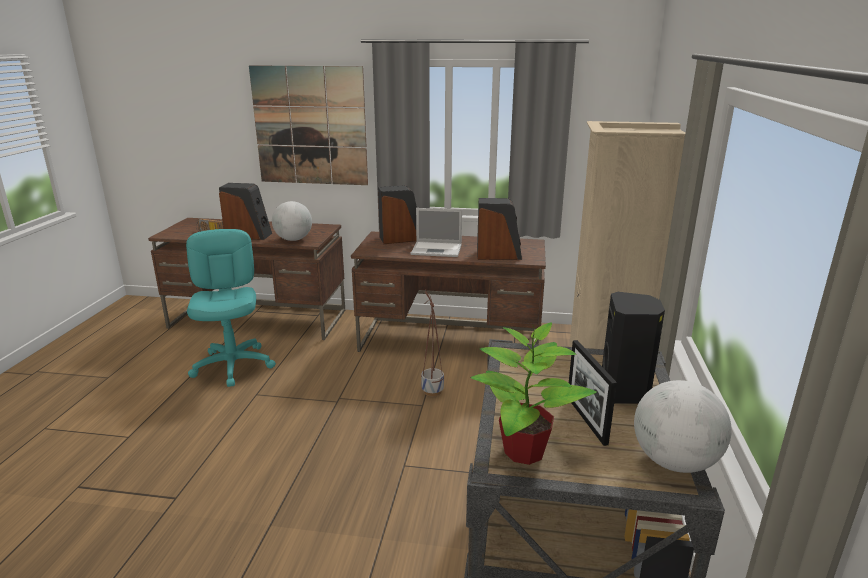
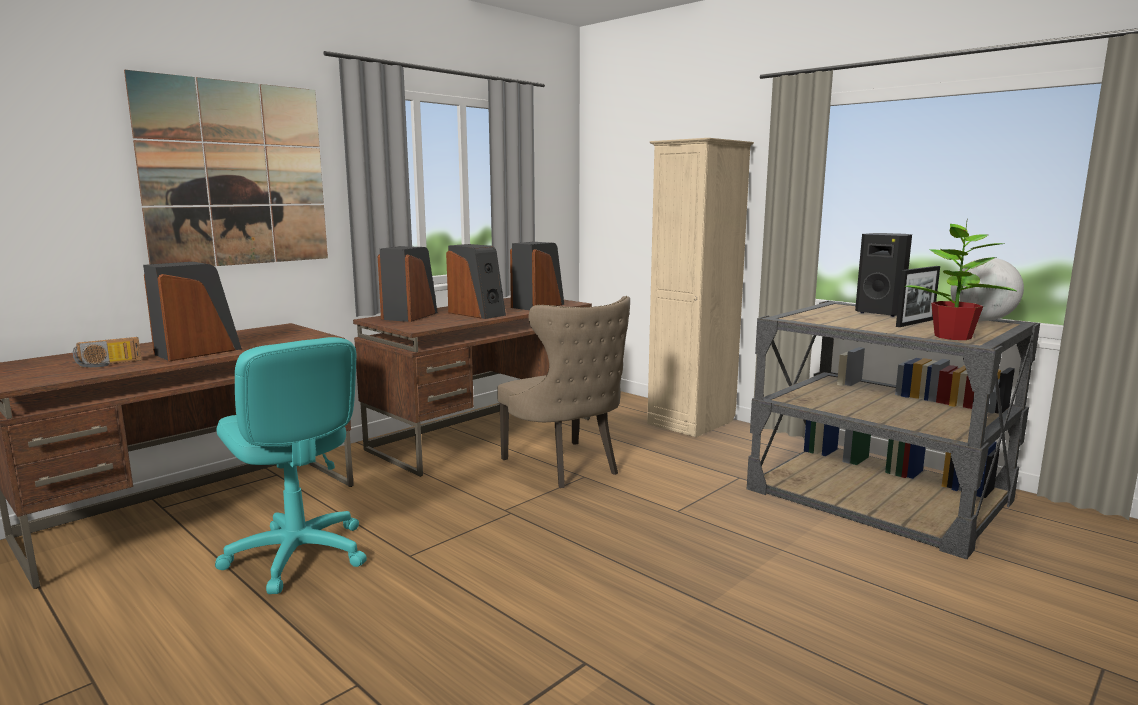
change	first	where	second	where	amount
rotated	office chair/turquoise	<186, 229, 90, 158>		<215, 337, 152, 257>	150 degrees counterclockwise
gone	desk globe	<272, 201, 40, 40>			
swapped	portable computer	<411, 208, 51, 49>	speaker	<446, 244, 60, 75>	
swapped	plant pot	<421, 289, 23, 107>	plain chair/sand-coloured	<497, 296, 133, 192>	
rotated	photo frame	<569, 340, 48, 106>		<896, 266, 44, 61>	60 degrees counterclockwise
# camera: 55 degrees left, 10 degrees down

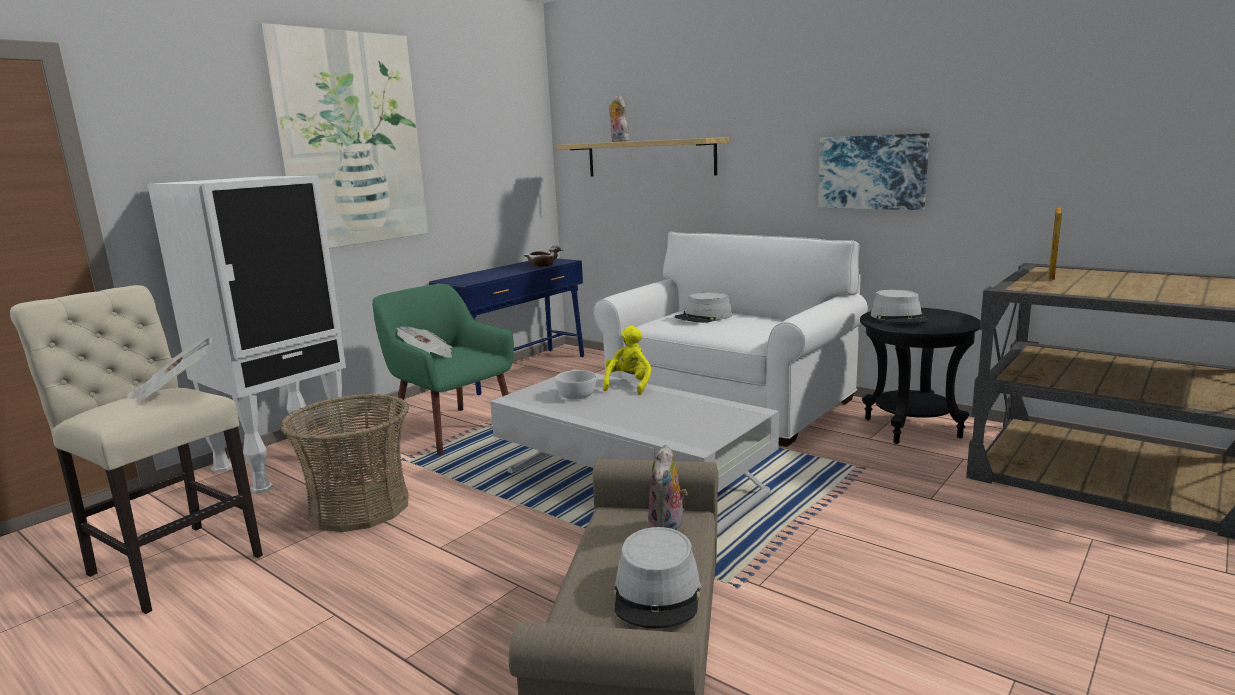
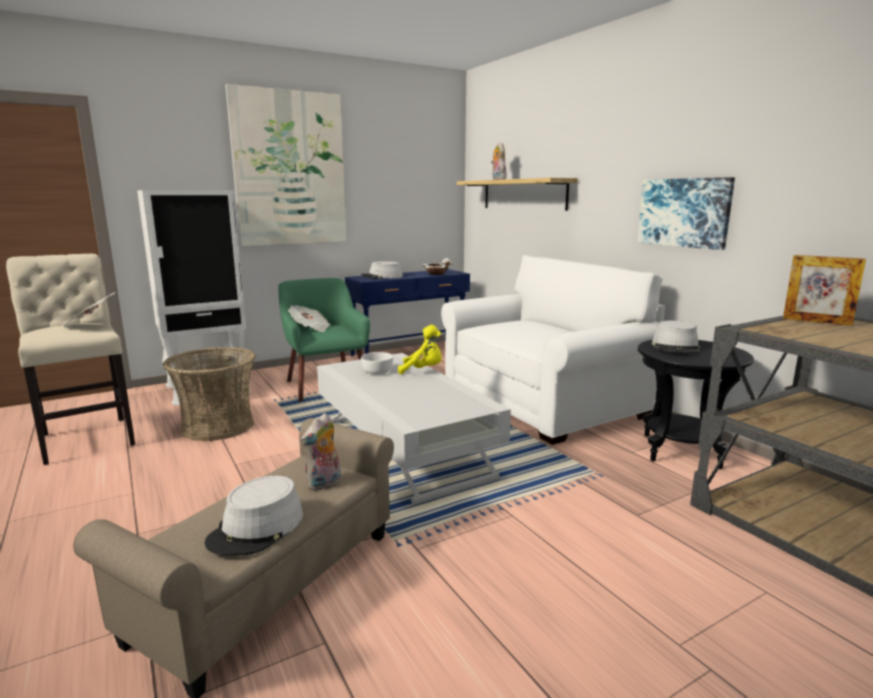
change	first	where	second	where	amount
rotated	cuddly toy/yellowish	<603, 326, 49, 69>		<398, 325, 44, 49>	60 degrees clockwise
shifted	hat/gray	<675, 292, 58, 31>		<361, 261, 42, 18>	
rotated	photo frame	<1049, 208, 13, 72>		<783, 255, 83, 71>	75 degrees clockwise
# camera: 20 degrees right, 0 degrees up

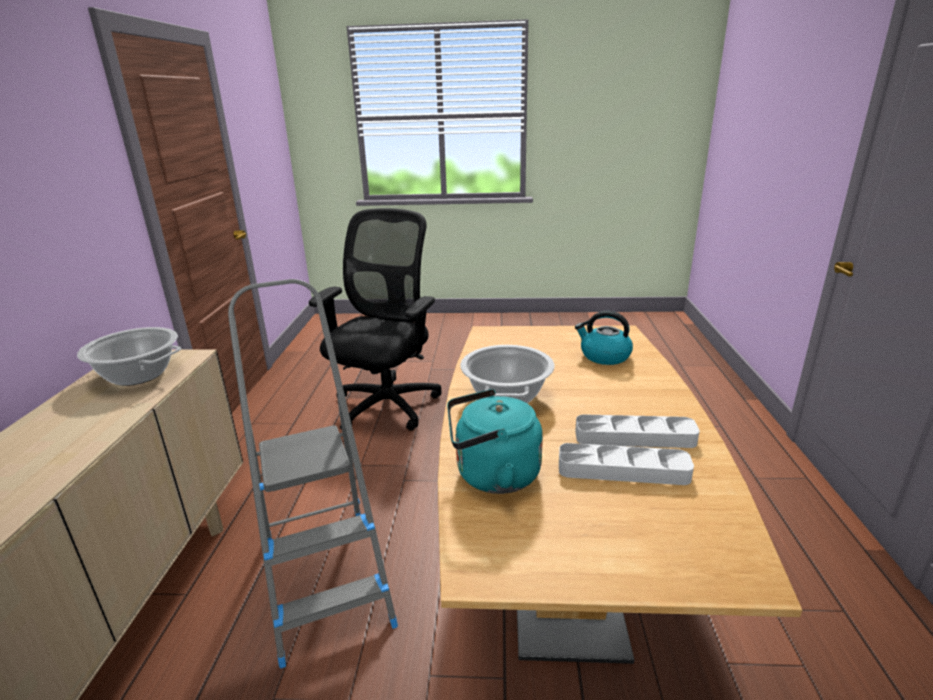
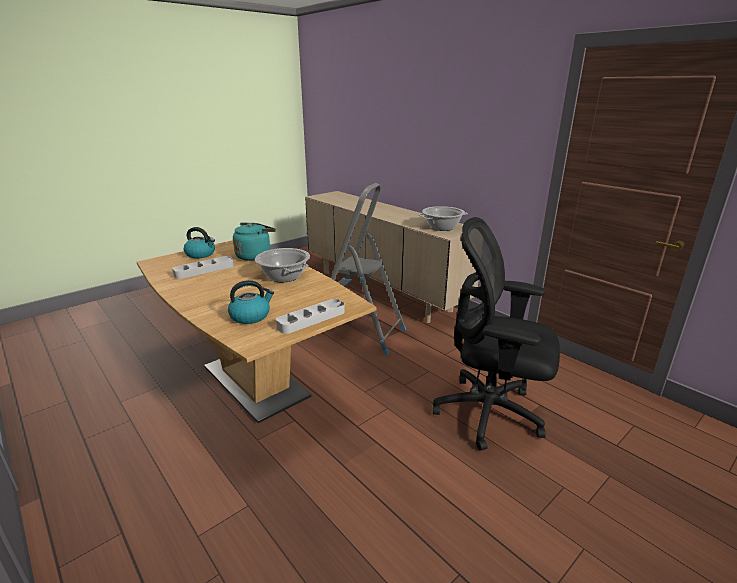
change	first	where	second	where	amount
rotated	office chair/blackish	<309, 208, 132, 223>		<433, 217, 127, 234>	135 degrees clockwise
shifted	serving tray/gray	<575, 414, 125, 34>		<276, 299, 69, 35>	
new			tea kettle	<184, 227, 31, 32>	
# camera: 135 degrees right, 0 degrees up

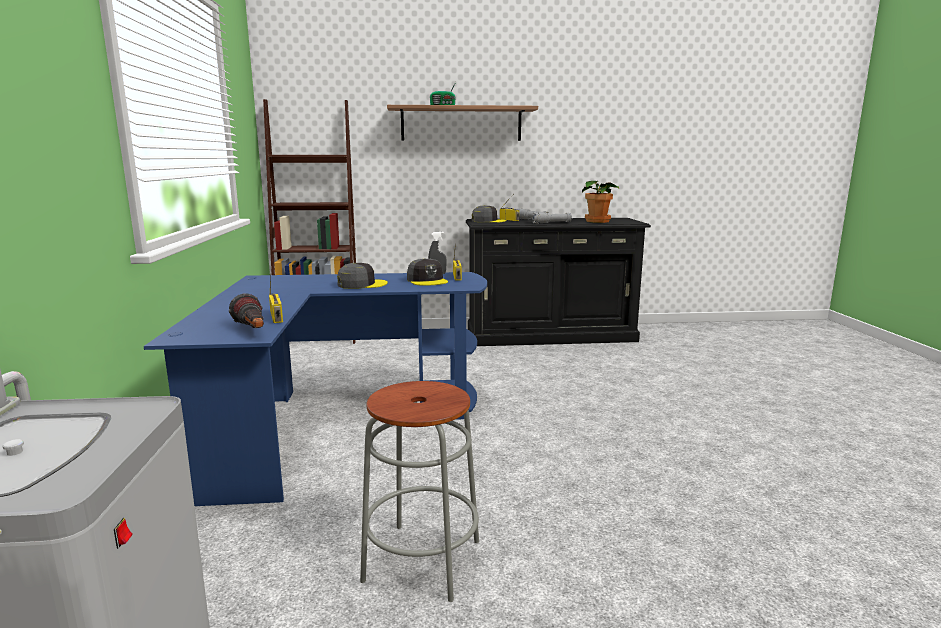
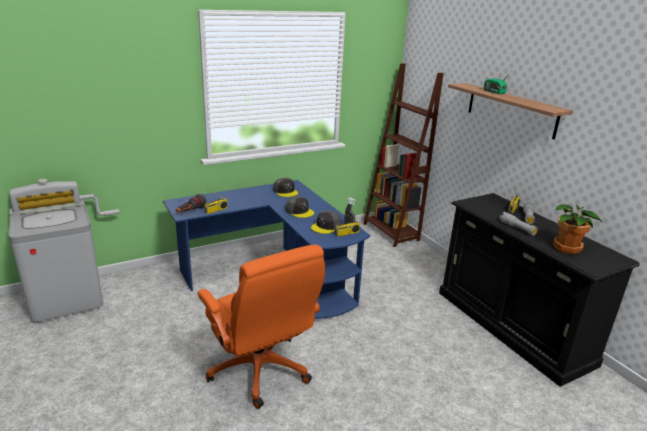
change	first	where	second	where	amount
gone	sitting stool/gray	<360, 381, 119, 221>			
shifted	peaked cap/gray	<472, 205, 35, 18>		<273, 178, 25, 19>	
new			office chair/orange	<198, 245, 127, 164>	
# camera: 65 degrees right, 10 degrees up

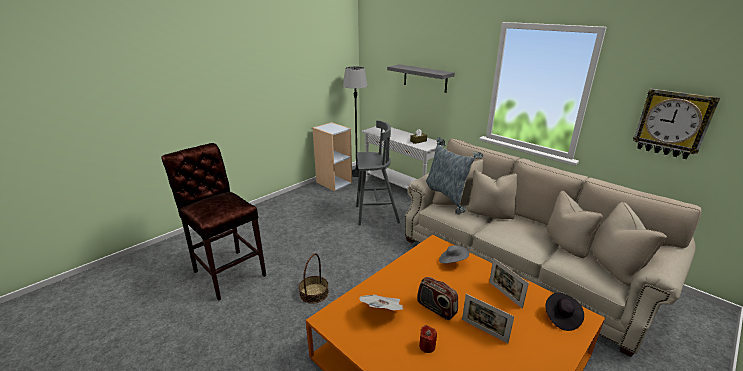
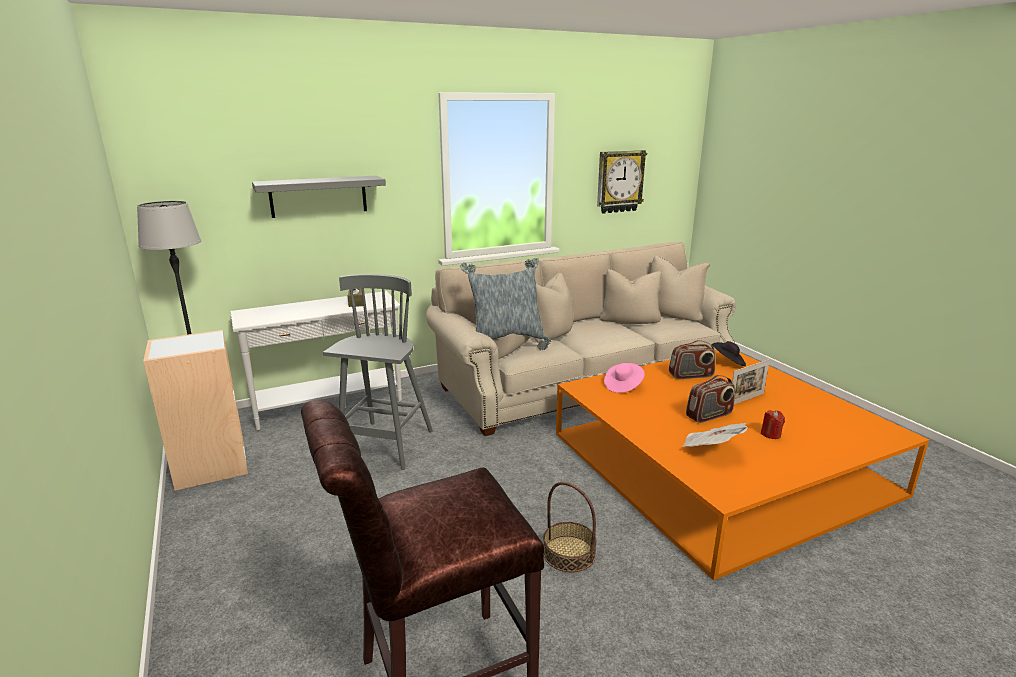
change	first	where	second	where	amount
repainted	hat/gray	<439, 245, 30, 19>	hat/pinkish	<604, 363, 41, 30>	
swapped	photo frame	<489, 258, 40, 51>	radio	<669, 340, 46, 39>	
# camera: 70 degrees left, 5 degrees down

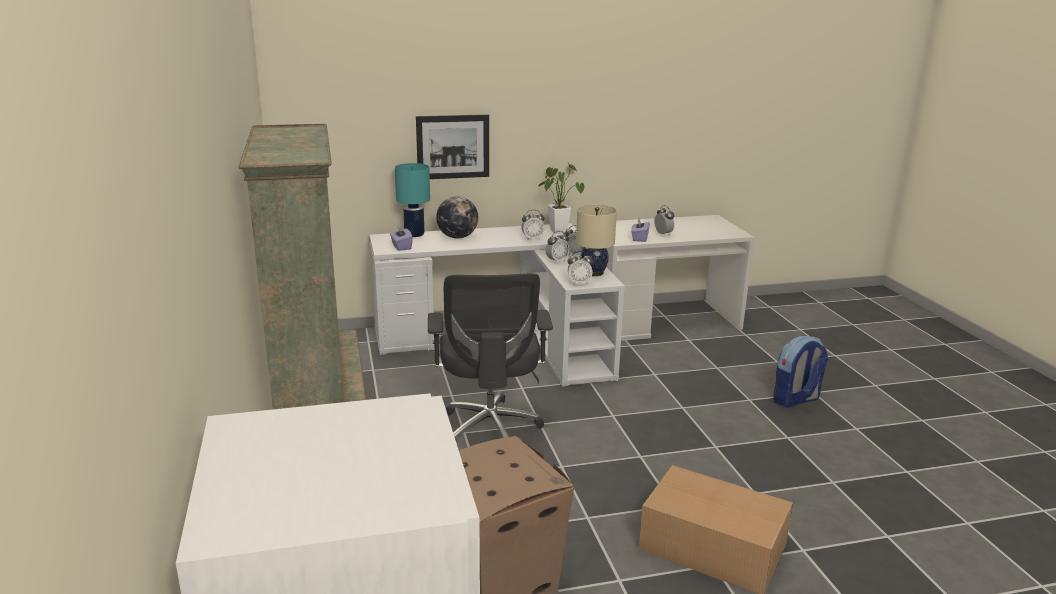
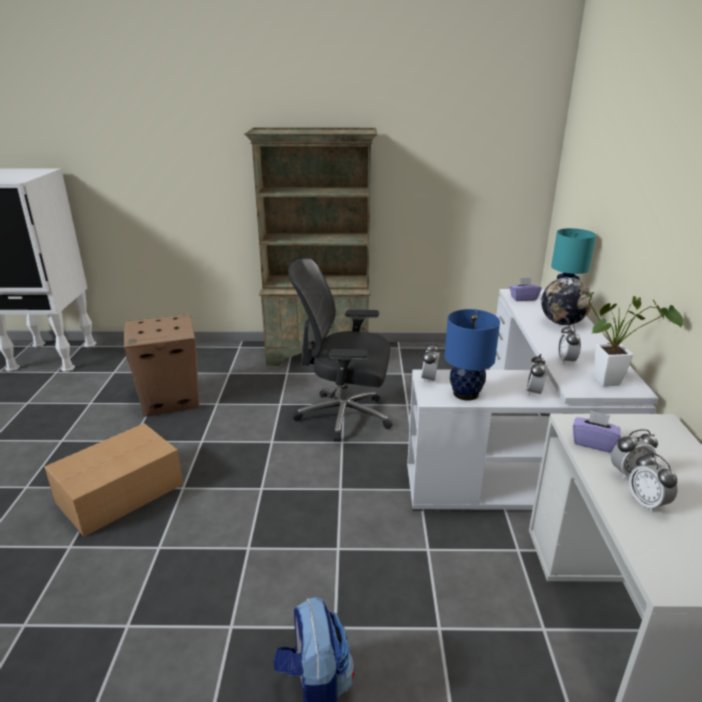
change	first	where	second	where	amount
gone	wall picture	<416, 114, 73, 65>			
shifted	bedside clock	<546, 231, 24, 33>		<629, 453, 48, 60>	
repainted	tabletop lamp/sand-coloured	<576, 205, 41, 71>	tabletop lamp/blue	<445, 309, 55, 92>	
# camera: 105 degrees right, 5 degrees up

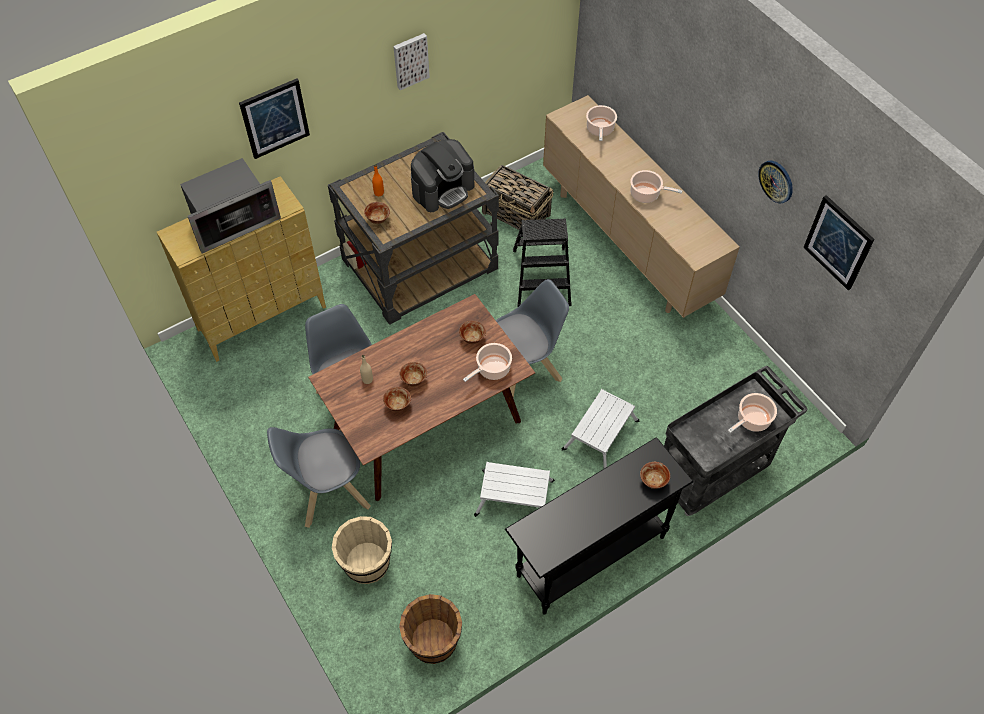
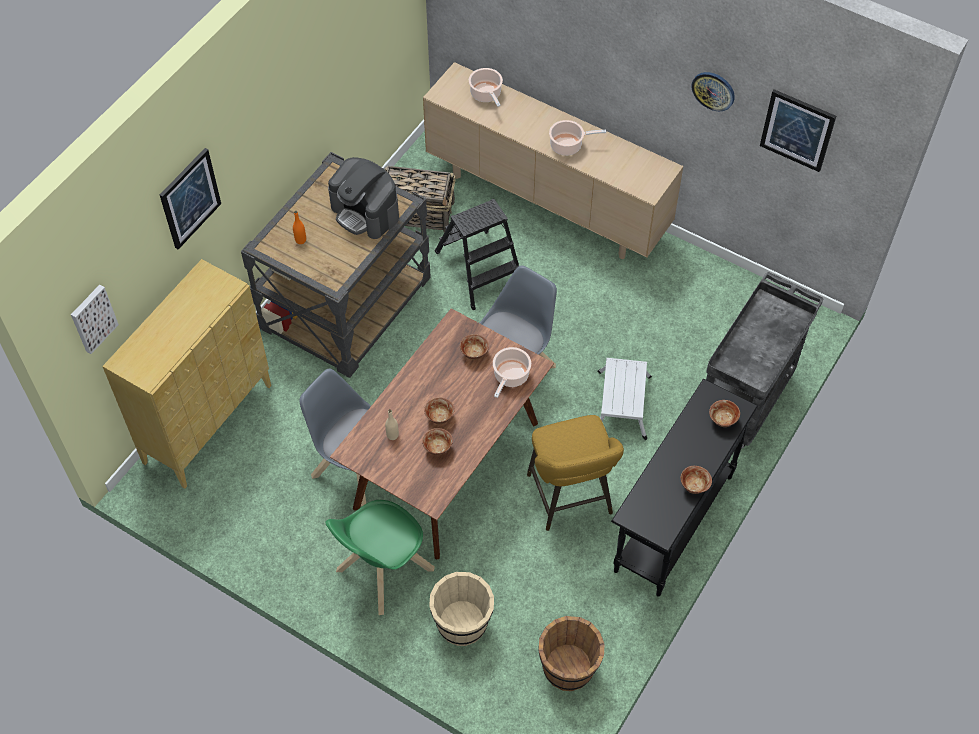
change	first	where	second	where	amount
gone	microwave oven	<180, 158, 101, 95>			
repainted	plain chair/gray	<267, 427, 104, 101>	plain chair/green-coloured	<325, 500, 110, 115>	
shifted	bowl	<364, 202, 26, 22>		<681, 466, 31, 28>	
shifted	wall picture	<393, 33, 37, 57>		<71, 285, 48, 69>	
rotated	coffee machine	<411, 139, 63, 73>		<328, 157, 71, 82>	105 degrees clockwise
swapped	stepladder/white-coloured	<474, 462, 81, 55>	sitting stool/yellowish	<527, 415, 97, 116>	
gone	saucepot	<728, 393, 49, 40>			
# camera: 25 degrees left, 0 degrees up

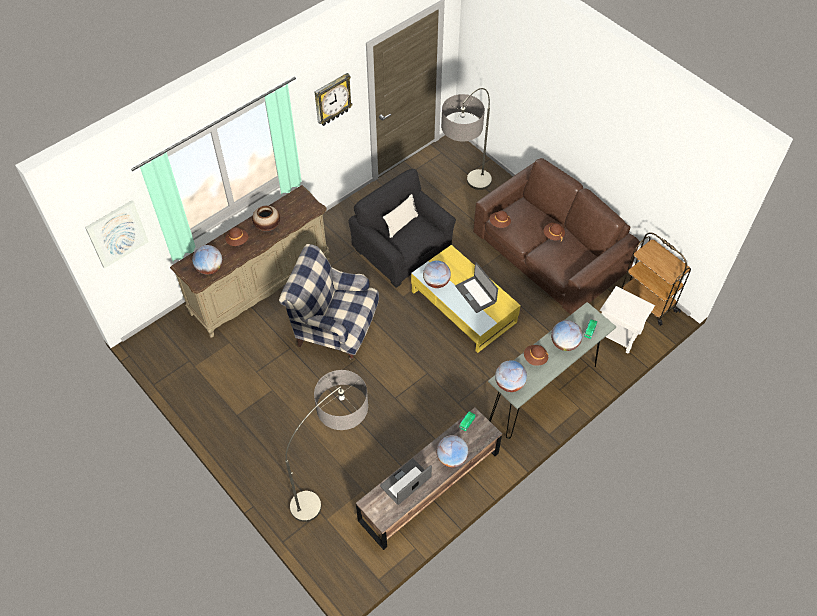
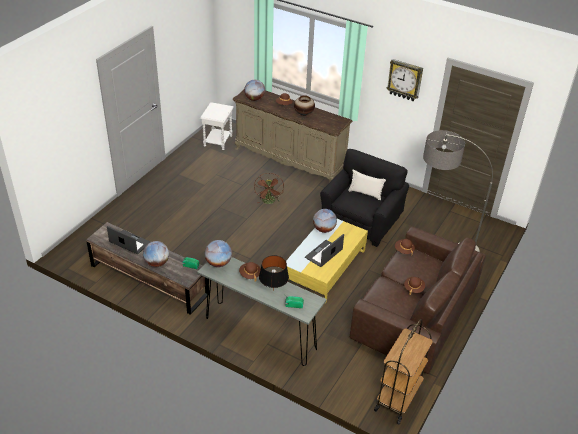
change	first	where	second	where	amount
gone	wall picture	<85, 200, 64, 68>			
swapped	armchair	<279, 244, 100, 116>	fan/brown	<254, 173, 30, 31>	
gone	standard lamp	<285, 370, 83, 152>			
swapped	desk globe	<551, 320, 31, 31>	tabletop lamp/blackish	<259, 255, 30, 36>	
shifted	end table/white-coloured	<600, 286, 55, 67>		<200, 102, 34, 48>	
# camera: 70 degrees right, 15 degrees down

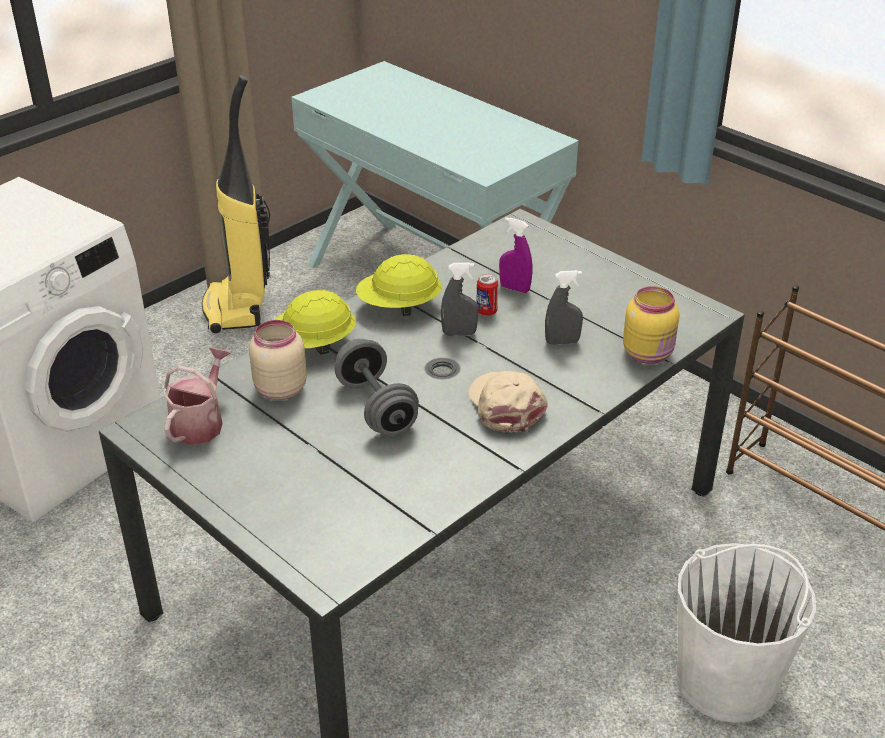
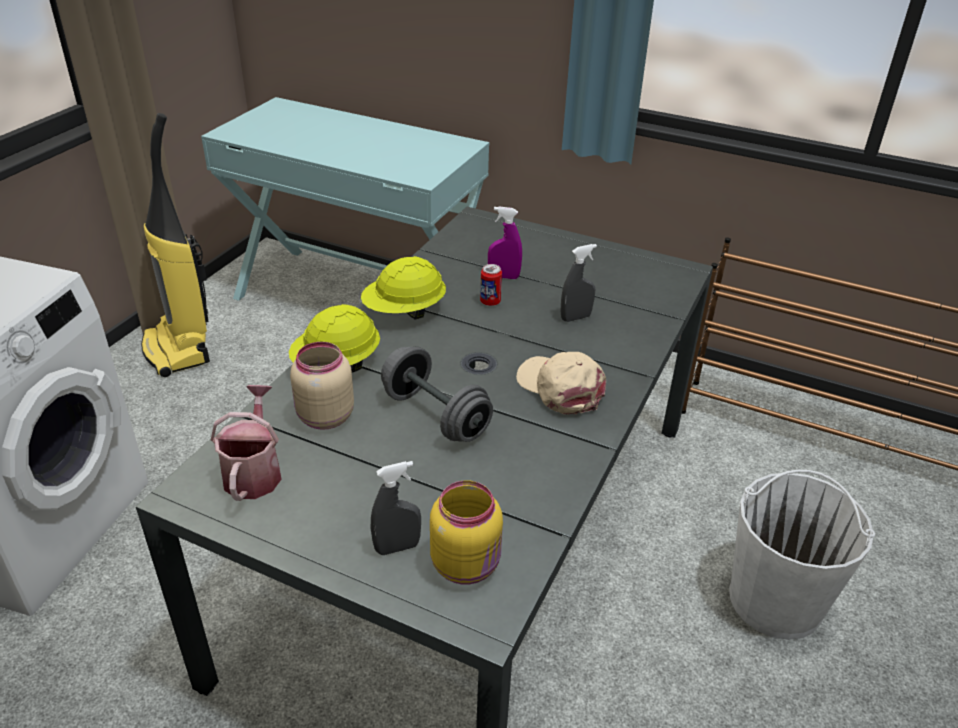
change	first	where	second	where	amount
shifted	hand sprayer/gray	<441, 262, 37, 74>		<371, 461, 50, 94>	
shifted	storage jar/yellowish	<623, 286, 57, 78>		<430, 481, 73, 103>	
# camera: 20 degrees left, 0 degrees up

